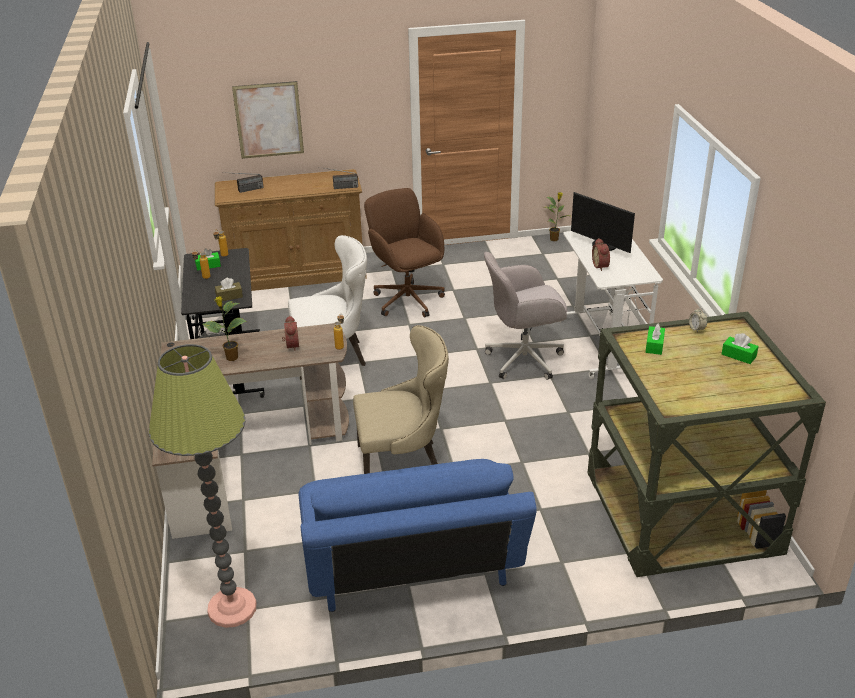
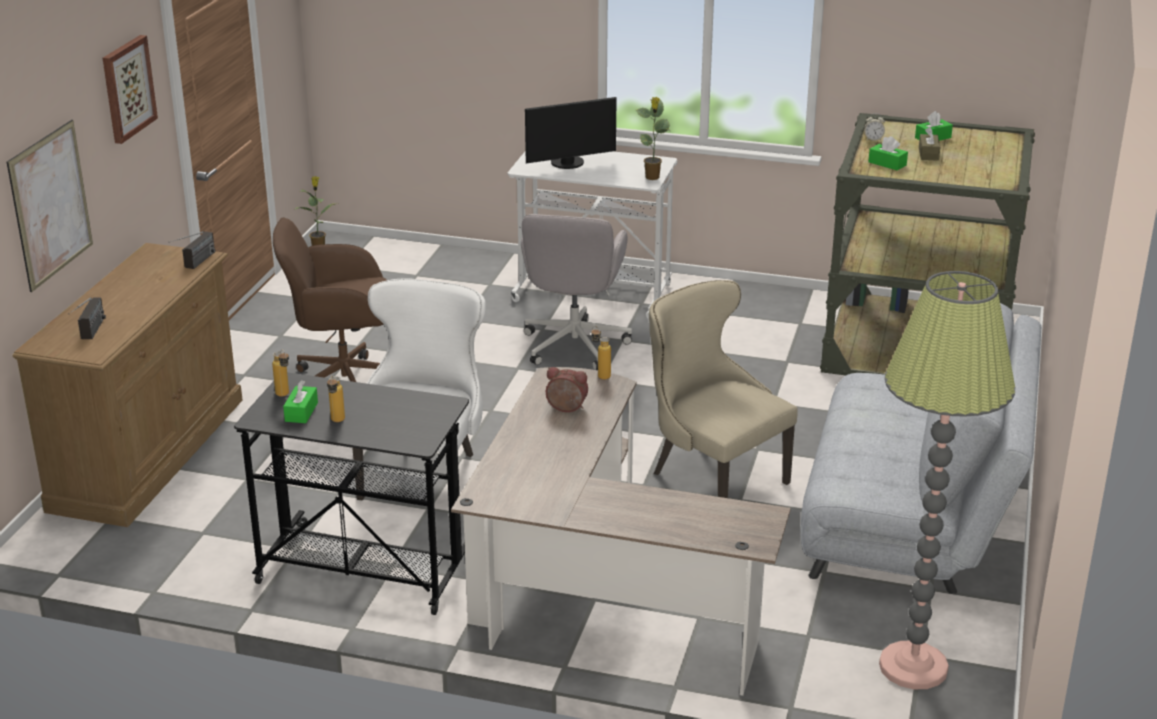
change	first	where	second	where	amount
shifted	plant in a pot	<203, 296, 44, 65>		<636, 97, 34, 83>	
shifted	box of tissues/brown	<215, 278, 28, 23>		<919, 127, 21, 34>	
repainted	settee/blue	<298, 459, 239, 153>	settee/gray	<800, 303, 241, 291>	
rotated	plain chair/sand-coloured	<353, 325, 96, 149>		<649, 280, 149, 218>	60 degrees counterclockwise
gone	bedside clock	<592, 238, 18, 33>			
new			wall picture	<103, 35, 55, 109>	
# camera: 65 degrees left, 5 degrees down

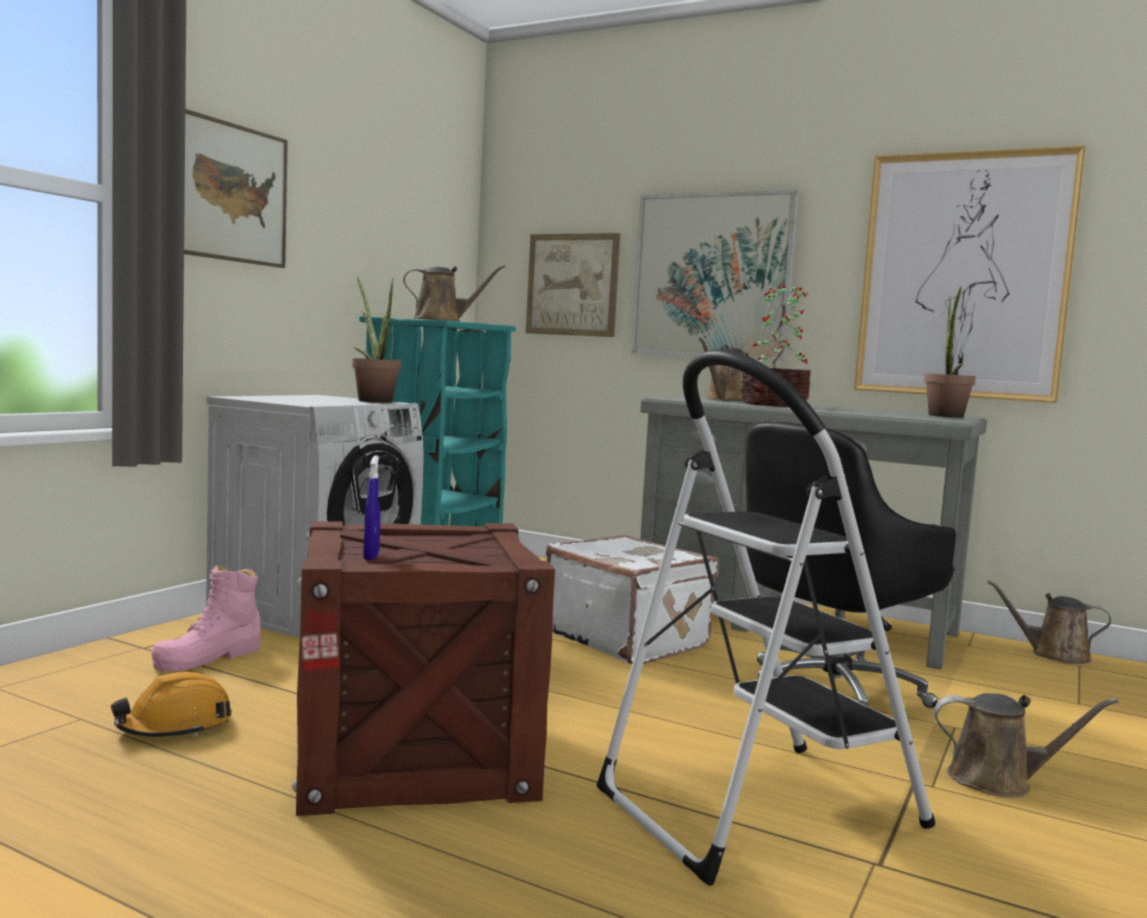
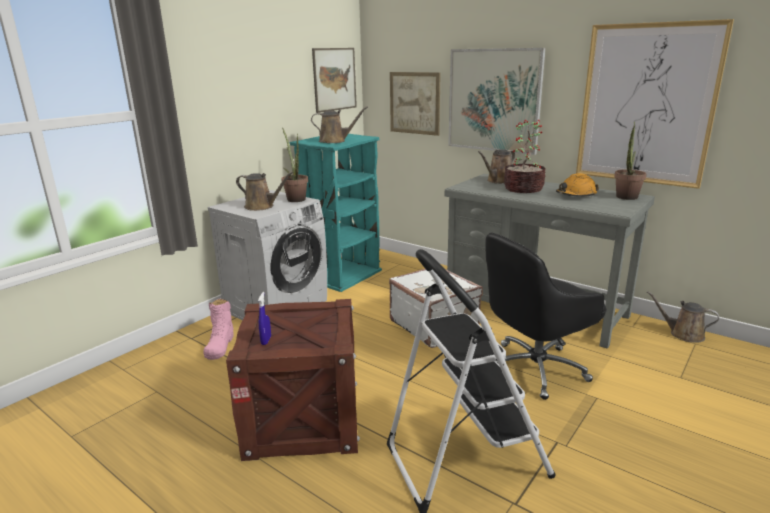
change	first	where	second	where	amount
shifted	work helmet/orange	<111, 672, 121, 65>		<556, 173, 43, 24>	
rotated	tall boot/pinkish	<151, 565, 110, 107>		<203, 298, 31, 62>	45 degrees counterclockwise
shifted	wall picture	<184, 109, 104, 159>		<312, 48, 45, 65>	
shifted	watering pot/brown	<934, 693, 185, 105>		<236, 172, 57, 39>	
# camera: 10 degrees right, 15 degrees up

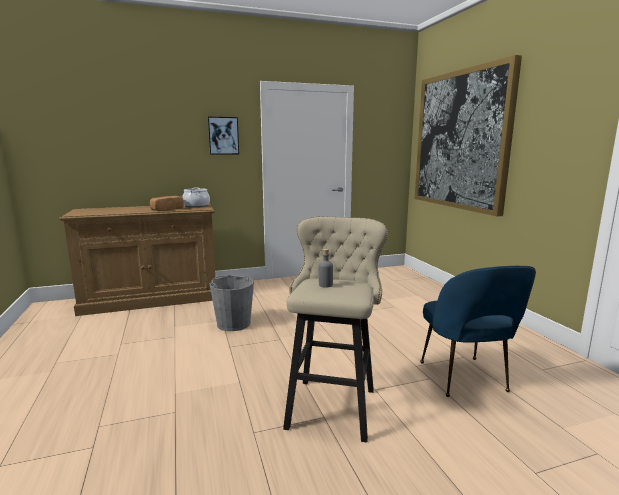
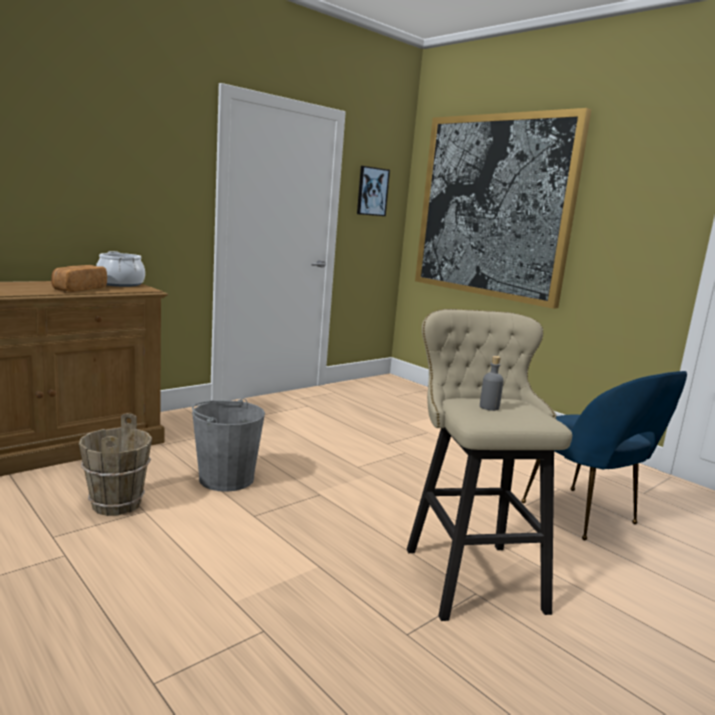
change	first	where	second	where	amount
shifted	wall picture	<208, 117, 31, 38>		<357, 166, 33, 50>	
new			pail/brown	<79, 413, 73, 103>	
# camera: 25 degrees left, 0 degrees up

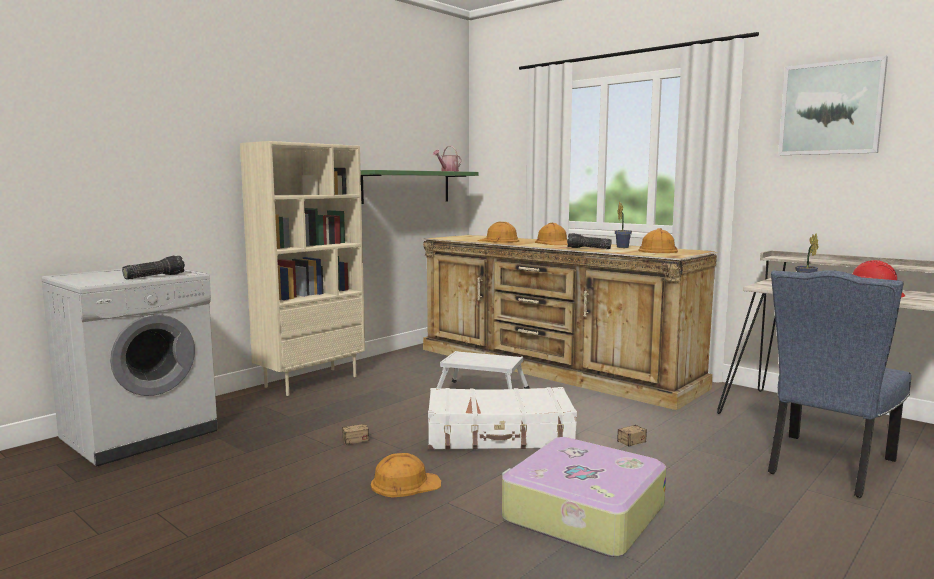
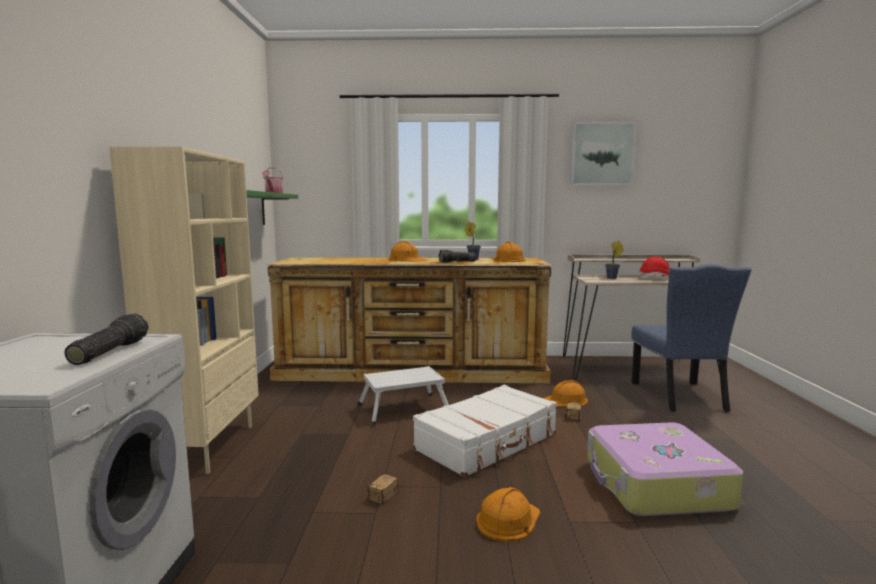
change	first	where	second	where	amount
shifted	work helmet/orange	<477, 222, 42, 21>		<543, 380, 45, 27>	
# camera: 40 degrees left, 0 degrees up

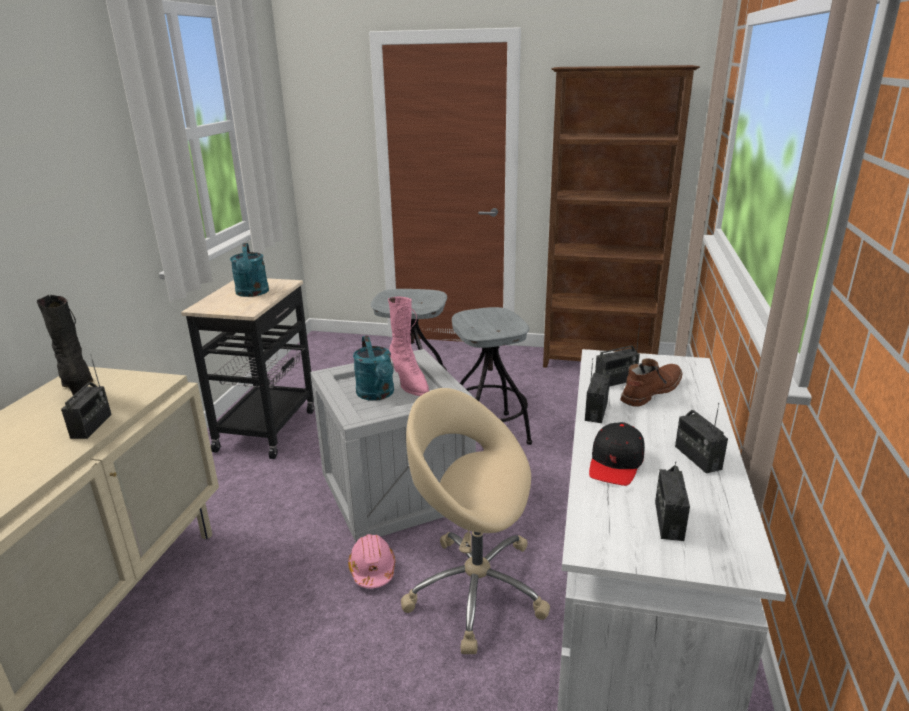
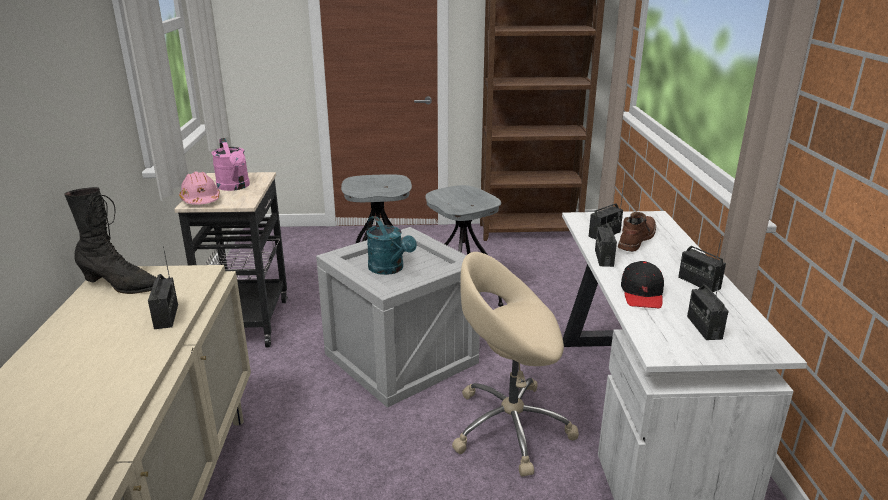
change	first	where	second	where	amount
rotated	tall boot/blackish	<37, 295, 56, 103>		<64, 187, 93, 107>	150 degrees clockwise
repainted	watering pot/turquoise	<230, 243, 39, 54>	watering pot/pinkish	<211, 138, 39, 53>	
shifted	work helmet/pinkish	<348, 534, 47, 55>		<179, 171, 41, 34>	
gone	tall boot/pinkish	<388, 297, 41, 99>			
# camera: 15 degrees left, 0 degrees up

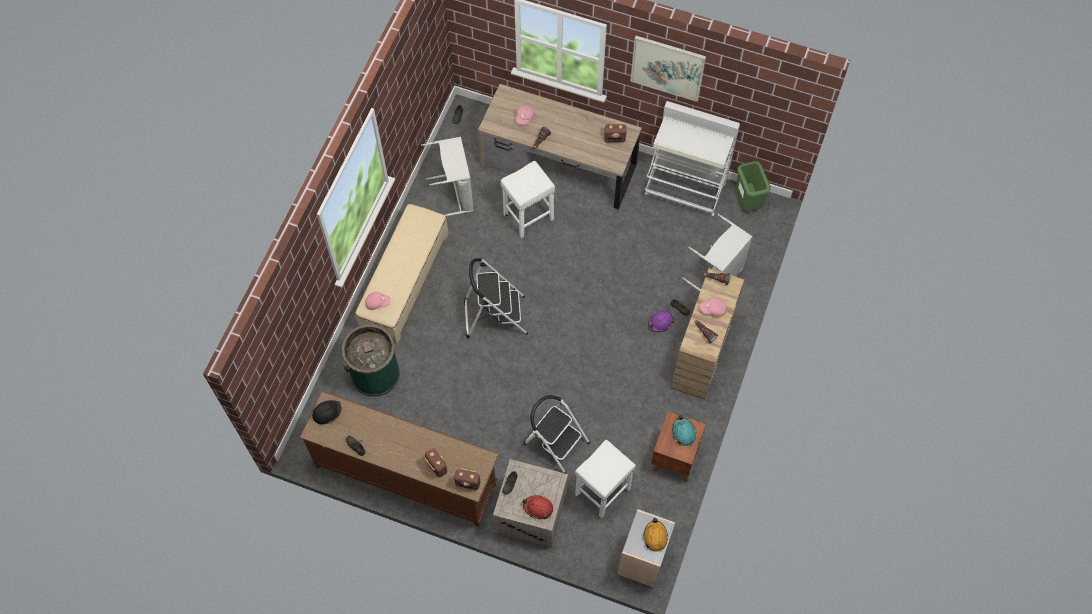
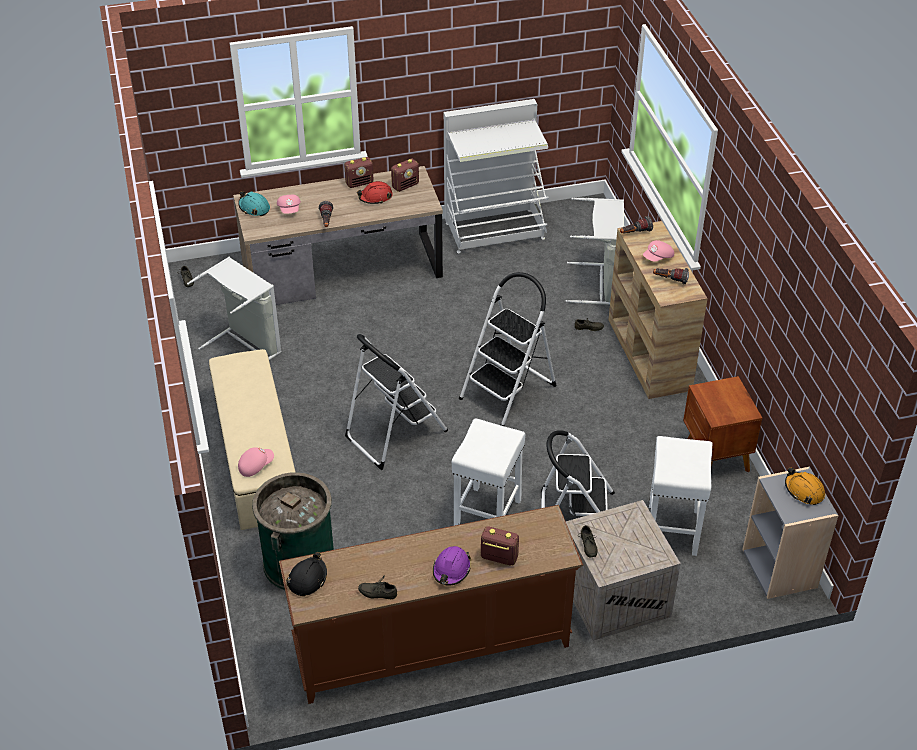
change	first	where	second	where	amount
shifted	radio	<454, 468, 26, 22>		<344, 157, 30, 31>	
shifted	sitting stool/white-coloured	<501, 161, 54, 77>		<452, 418, 73, 108>	
shifted	work helmet/reddish	<522, 495, 31, 24>		<357, 181, 36, 23>	
gone	wall picture	<630, 36, 76, 66>			
shifted	work helmet/purple	<648, 310, 26, 22>		<433, 546, 38, 40>	
shifted	work helmet/turquoise	<672, 415, 24, 31>		<238, 191, 32, 25>	
gone	rubbish bin/green-coloured	<736, 161, 35, 50>			
new			stepladder	<459, 272, 97, 154>	
# camera: 35 degrees left, 20 degrees down

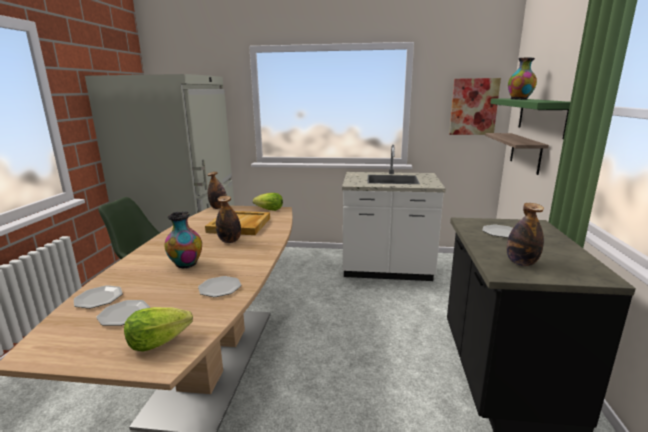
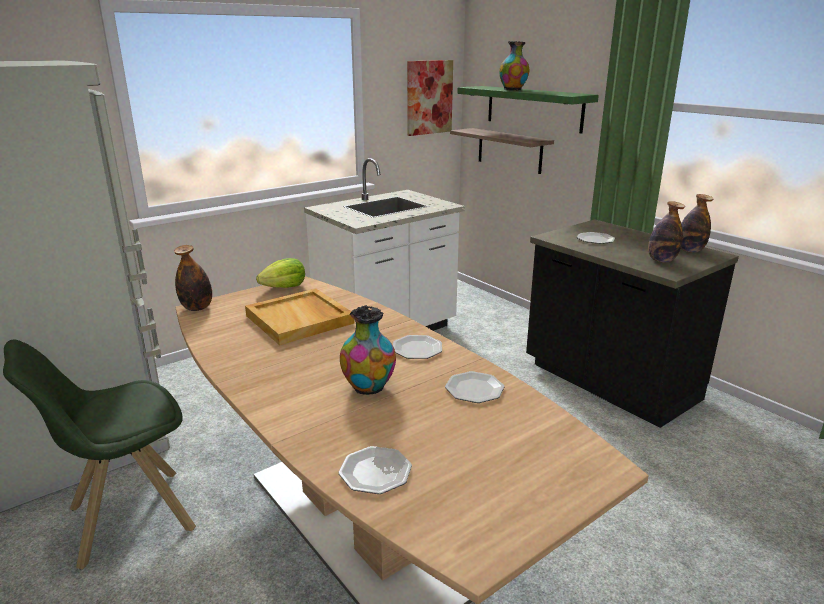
change	first	where	second	where	amount
shifted	dinner plate	<96, 300, 54, 26>		<393, 335, 49, 24>	
gone	lettuce head	<124, 307, 69, 45>			
shifted	drink bottle	<216, 196, 25, 47>		<681, 194, 32, 59>	
# camera: 45 degrees left, 5 degrees up

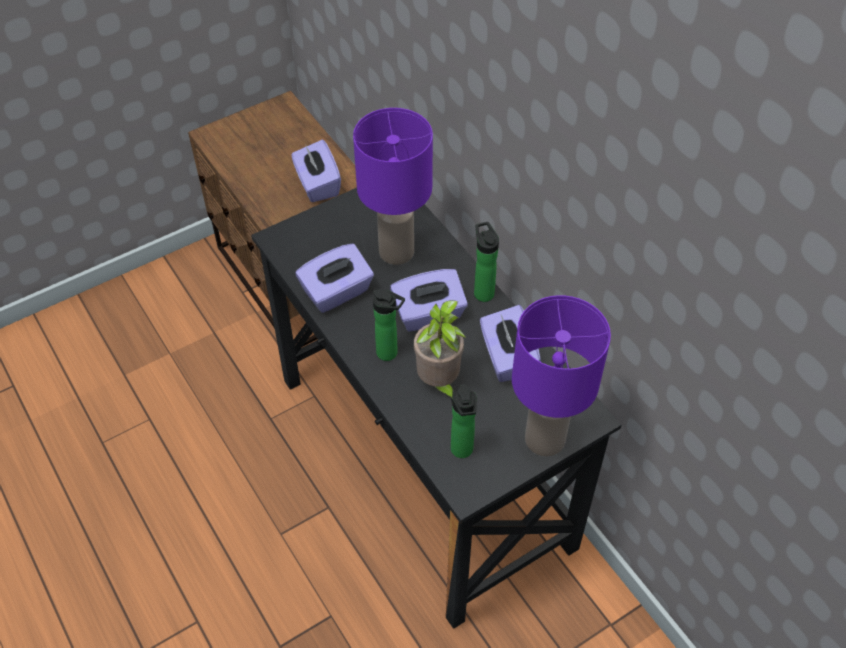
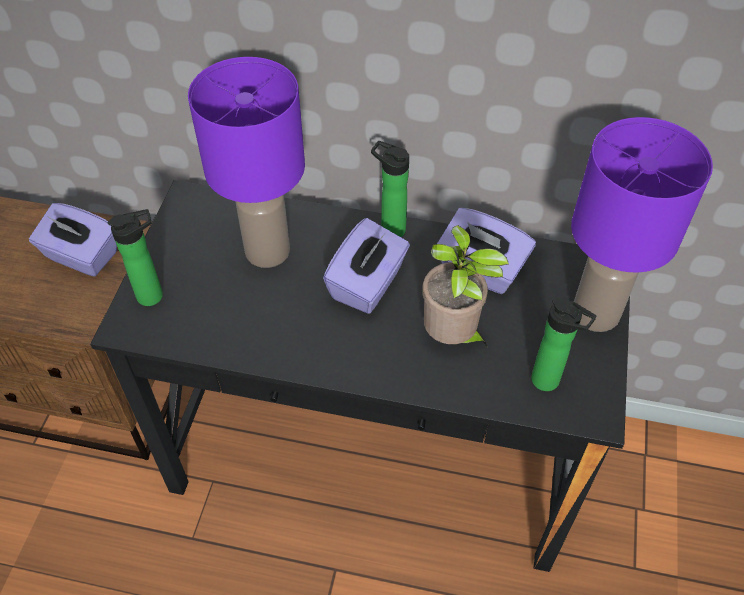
change	first	where	second	where	amount
gone	box of tissues/purple	<296, 243, 78, 70>			
shifted	drink bottle	<373, 289, 32, 72>		<107, 209, 56, 97>	
# camera: 45 degrees left, 0 degrees up

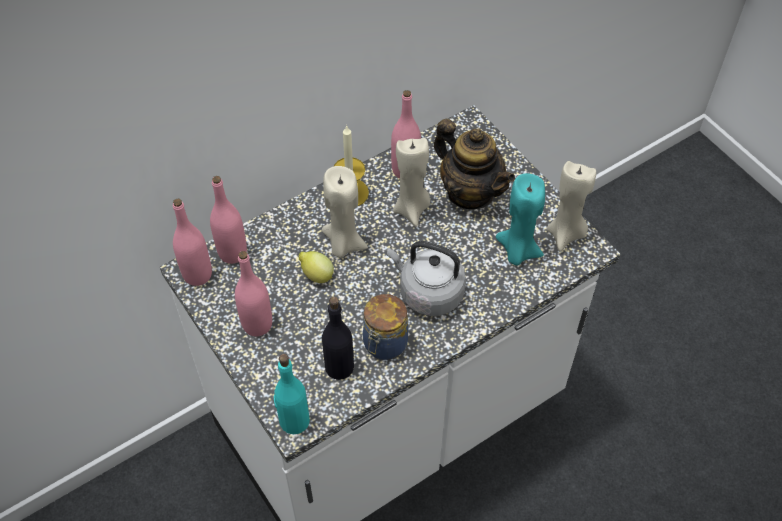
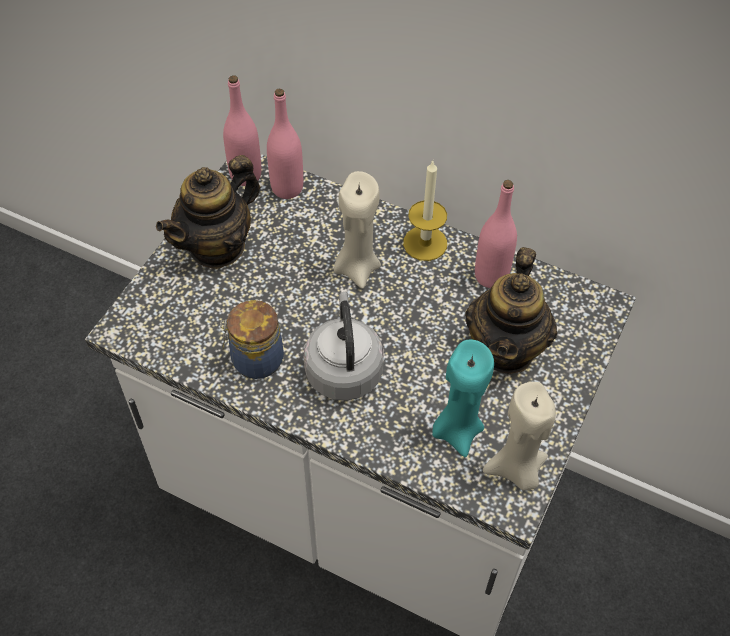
change	first	where	second	where	amount
swapped	drink bottle/pinkish	<235, 251, 37, 85>	teapot	<156, 155, 104, 114>	
gone	drink bottle/turquoise	<274, 354, 36, 80>			
gone	whole lemon	<298, 251, 36, 32>			
gone	drink bottle/blackish	<322, 297, 32, 83>			
gone	wax light/sand-coloured	<393, 138, 38, 89>			
# camera: 60 degrees right, 0 degrees up

